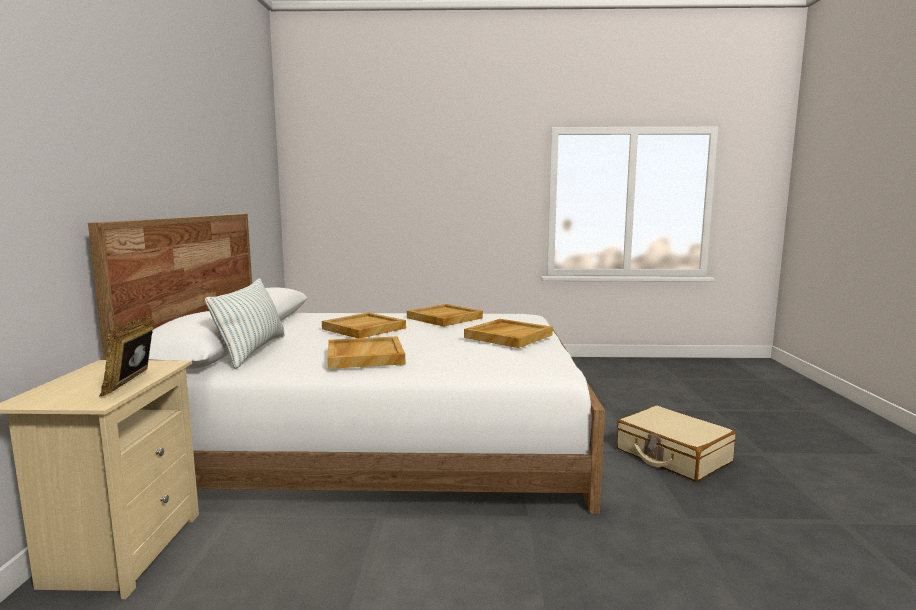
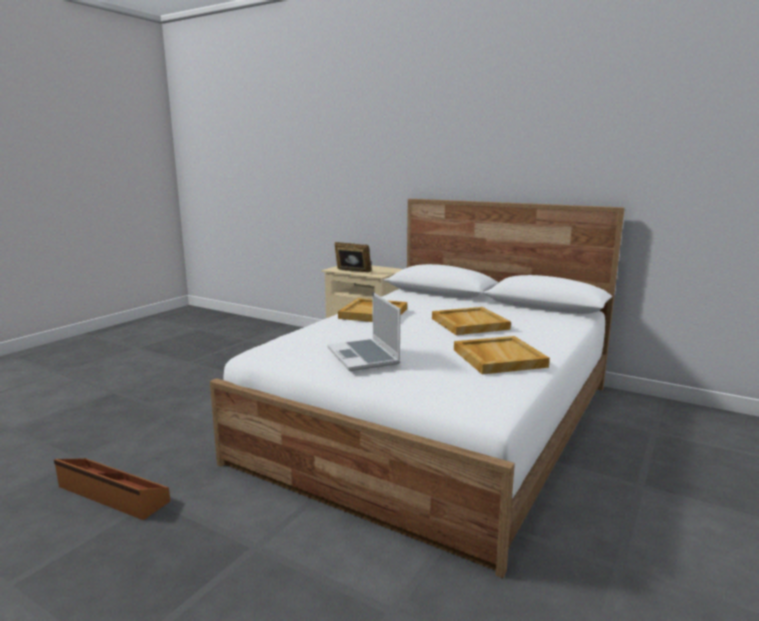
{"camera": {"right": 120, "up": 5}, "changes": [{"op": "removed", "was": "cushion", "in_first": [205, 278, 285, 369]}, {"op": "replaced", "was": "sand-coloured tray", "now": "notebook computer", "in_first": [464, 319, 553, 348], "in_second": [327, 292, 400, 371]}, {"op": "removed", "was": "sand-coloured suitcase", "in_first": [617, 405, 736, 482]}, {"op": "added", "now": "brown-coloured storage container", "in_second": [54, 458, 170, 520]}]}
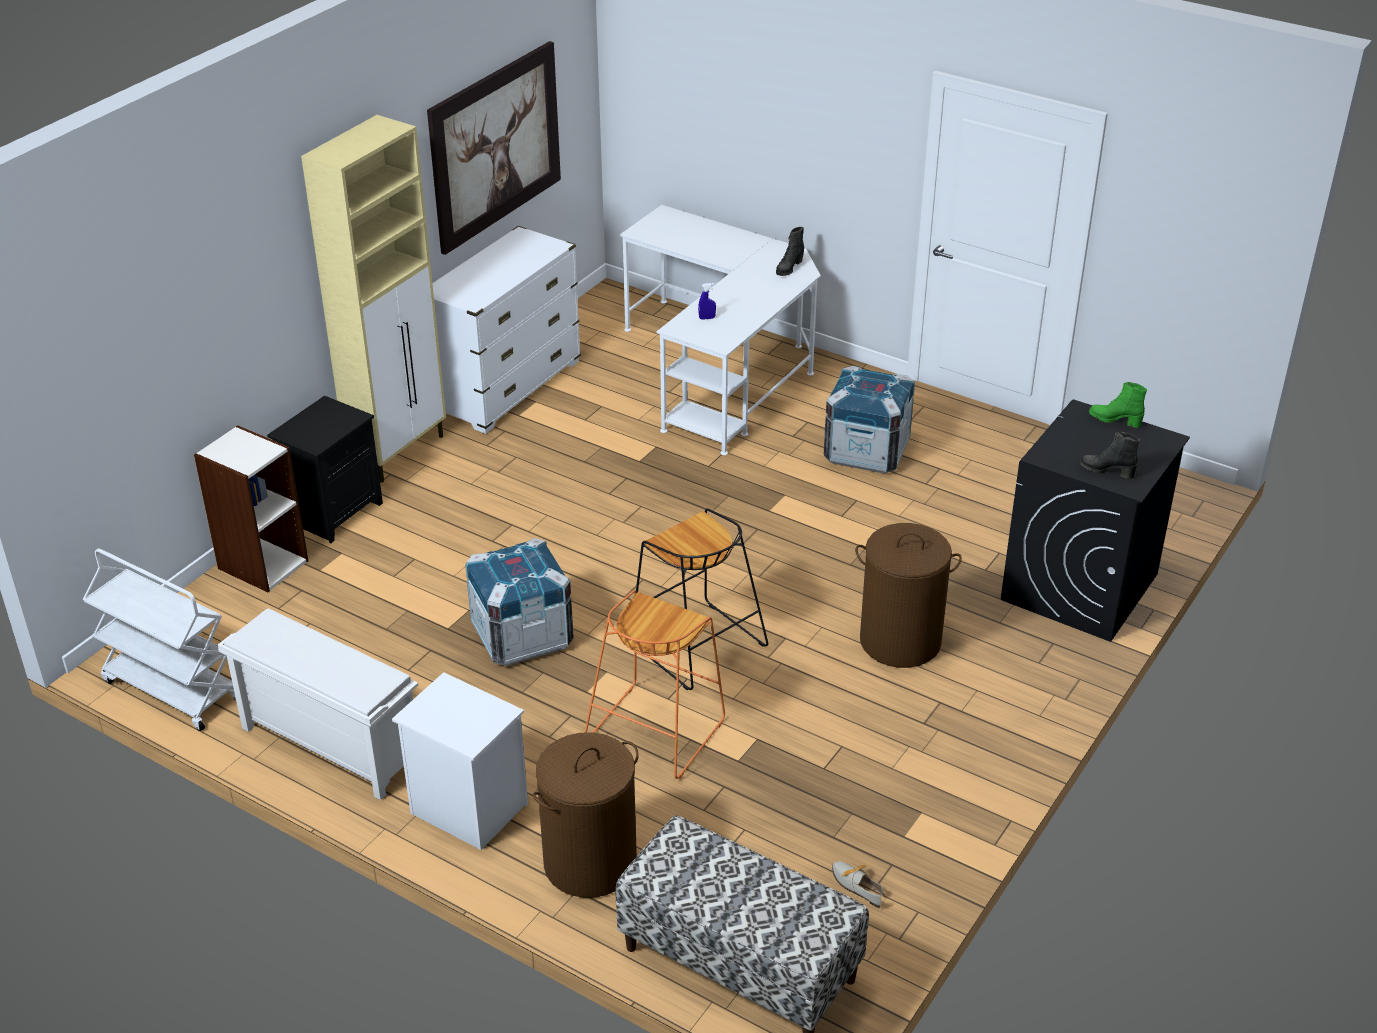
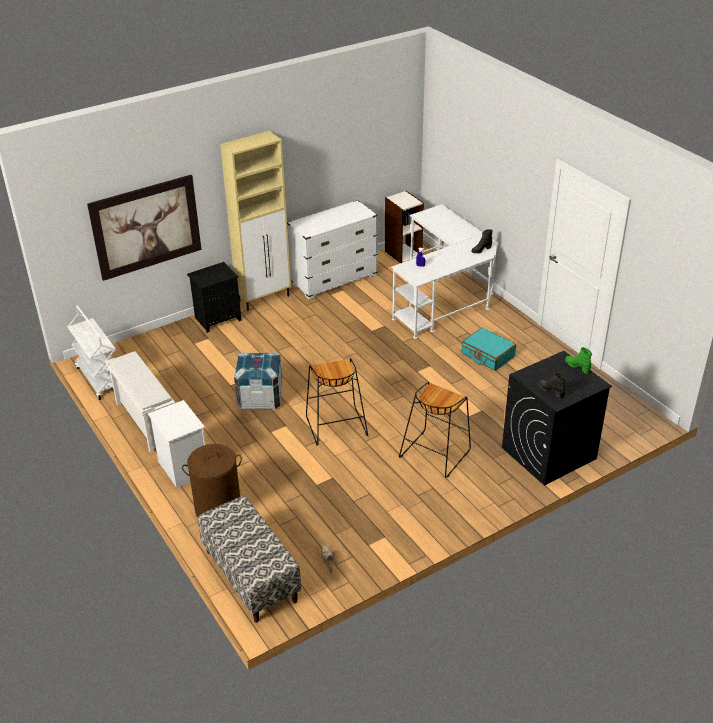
{"camera": {"right": 25, "up": 0}, "changes": [{"op": "moved", "was": "bookshelf", "in_first": [194, 425, 309, 592], "in_second": [385, 191, 424, 263]}, {"op": "moved", "was": "wall art", "in_first": [427, 41, 561, 255], "in_second": [87, 175, 202, 281]}, {"op": "removed", "was": "orangey stool seat", "in_first": [584, 590, 725, 779]}, {"op": "replaced", "was": "packing crate", "now": "turquoise suitcase", "in_first": [823, 366, 915, 474], "in_second": [462, 328, 516, 371]}, {"op": "replaced", "was": "brown-coloured washing basket", "now": "black-coloured stool seat", "in_first": [855, 523, 962, 668], "in_second": [399, 382, 471, 478]}]}
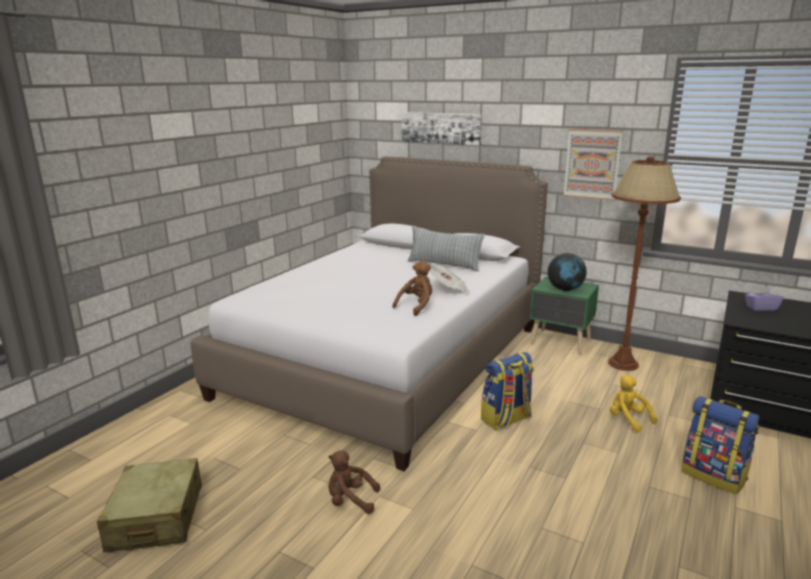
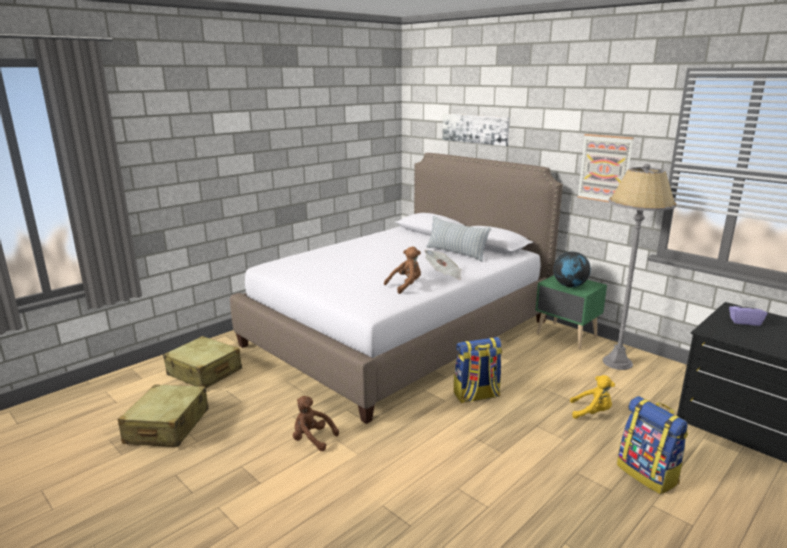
{"camera": {"right": 15, "up": 0}, "changes": [{"op": "recoloured", "was": "brown-coloured standing lamp", "now": "grey standing lamp", "in_first": [608, 156, 681, 371], "in_second": [603, 164, 676, 370]}, {"op": "turned", "was": "yellow soft toy", "in_first": [610, 375, 657, 432], "in_second": [570, 375, 615, 419], "clockwise": 120}, {"op": "added", "now": "sand-coloured suitcase", "in_second": [163, 336, 242, 388]}]}
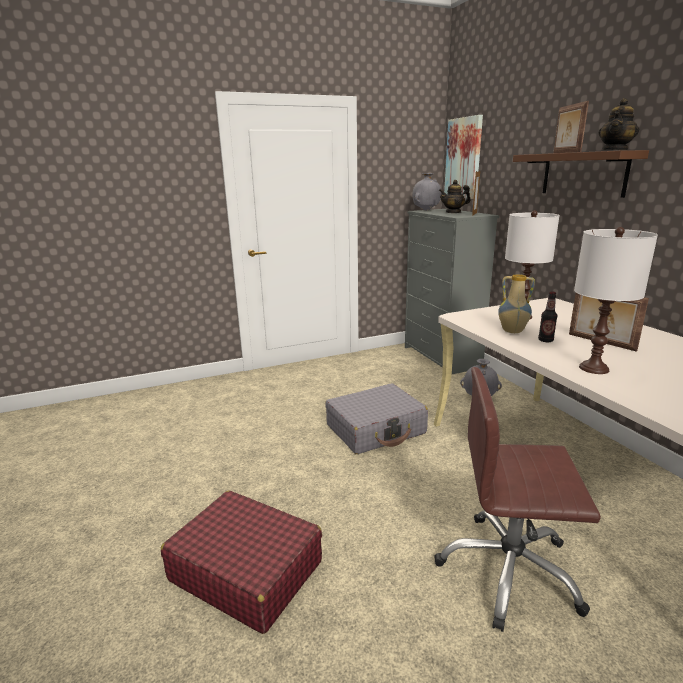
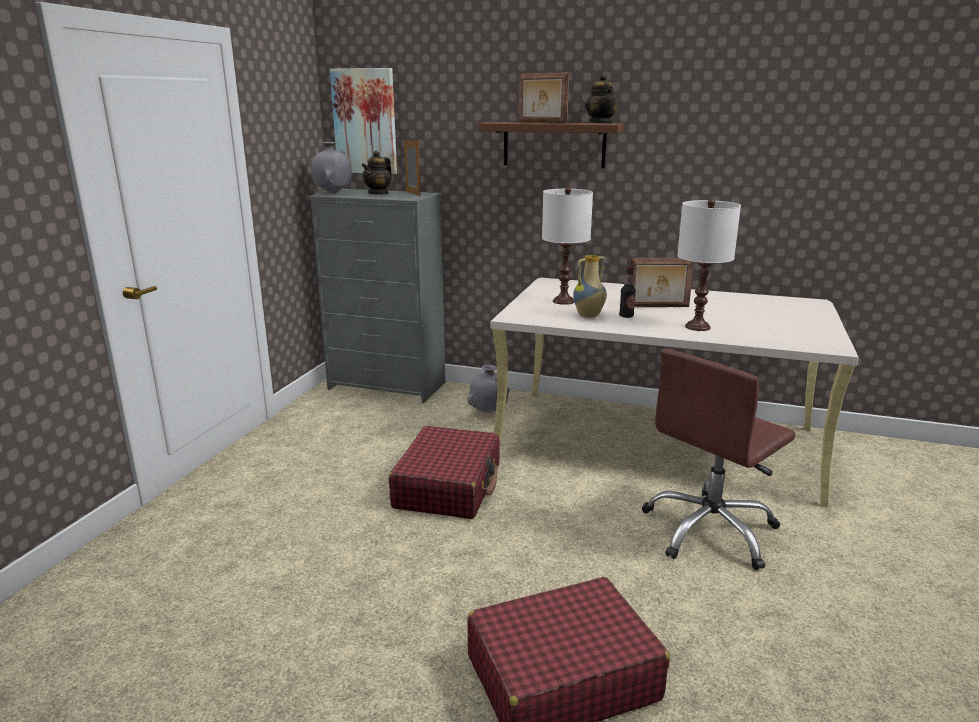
{"camera": {"right": -50, "up": 0}, "changes": [{"op": "recoloured", "was": "grey suitcase", "now": "red-coloured suitcase", "in_first": [325, 383, 428, 454], "in_second": [389, 426, 500, 519]}]}
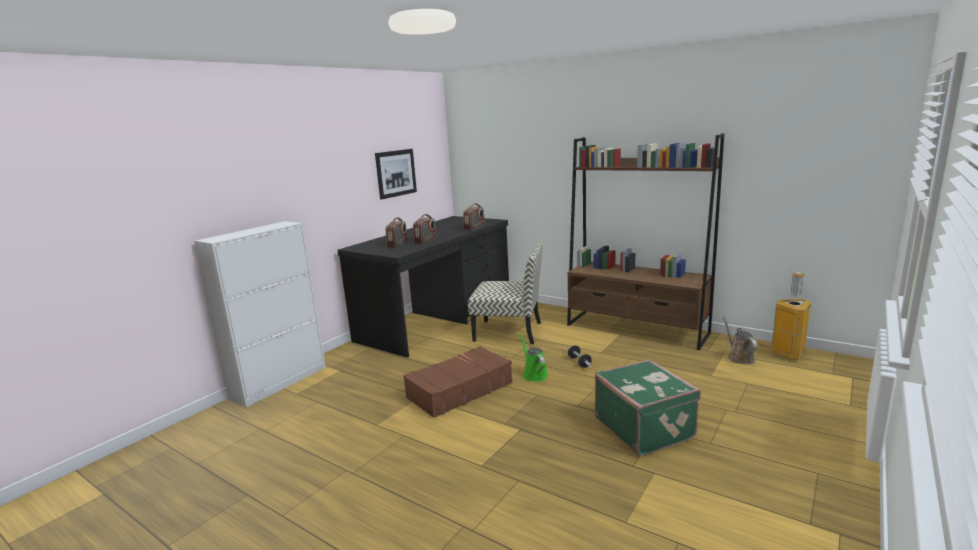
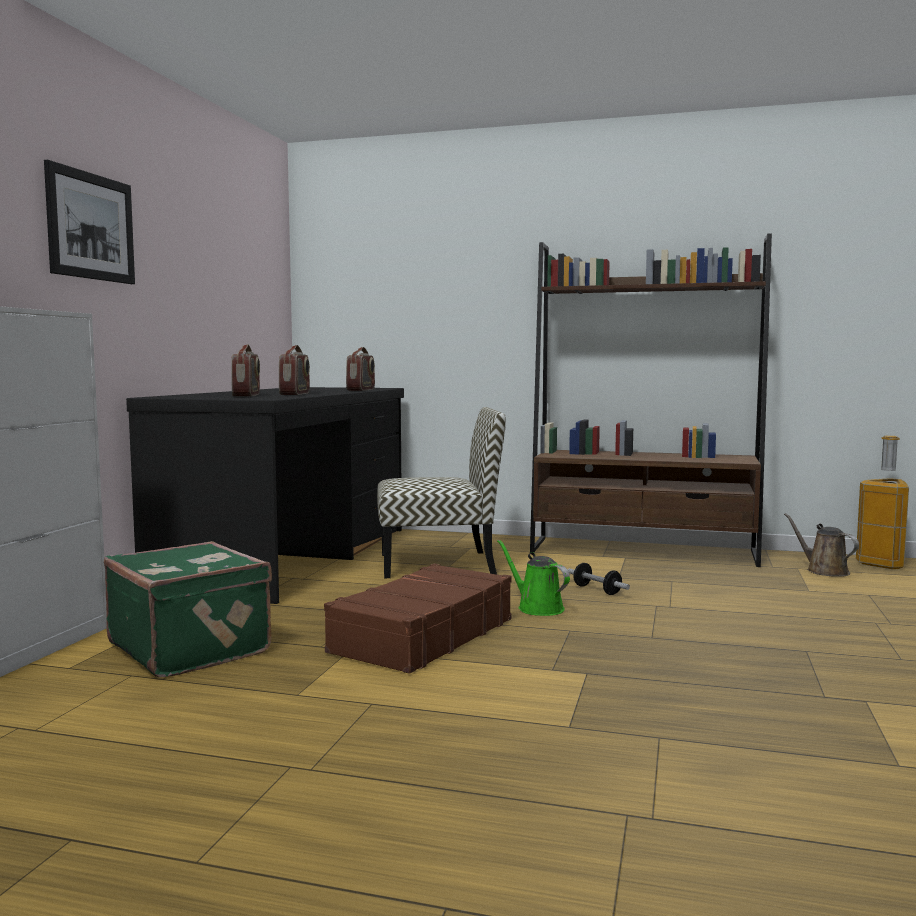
{"camera": {"right": -20, "up": -10}, "changes": [{"op": "moved", "was": "wall art", "in_first": [375, 149, 417, 200], "in_second": [44, 160, 135, 284]}, {"op": "moved", "was": "green suitcase", "in_first": [595, 359, 701, 456], "in_second": [104, 541, 272, 678]}]}
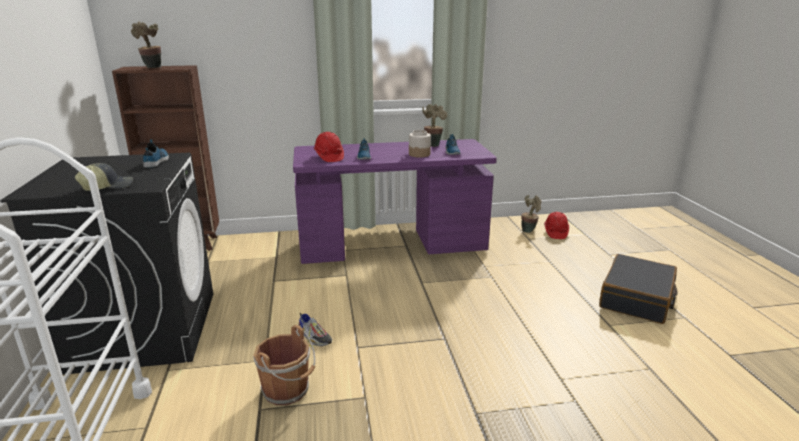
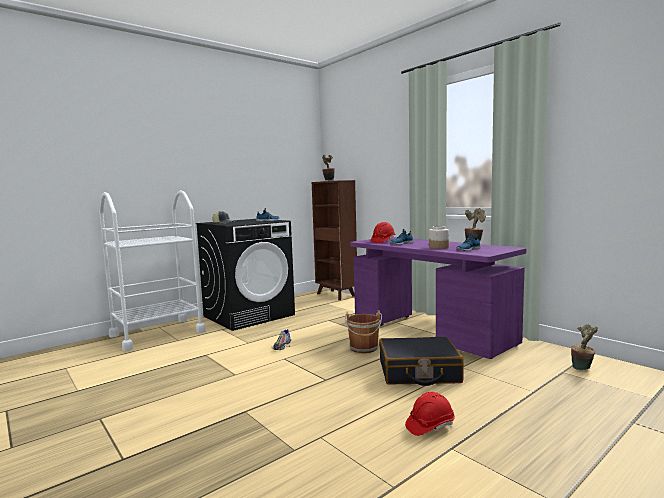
{"camera": {"right": 60, "up": -15}, "changes": [{"op": "moved", "was": "brown-coloured pail", "in_first": [253, 325, 315, 405], "in_second": [345, 310, 382, 353]}, {"op": "moved", "was": "red-coloured safety helmet", "in_first": [544, 212, 569, 239], "in_second": [405, 392, 455, 436]}, {"op": "moved", "was": "black-coloured suitcase", "in_first": [599, 254, 677, 324], "in_second": [379, 337, 464, 386]}]}
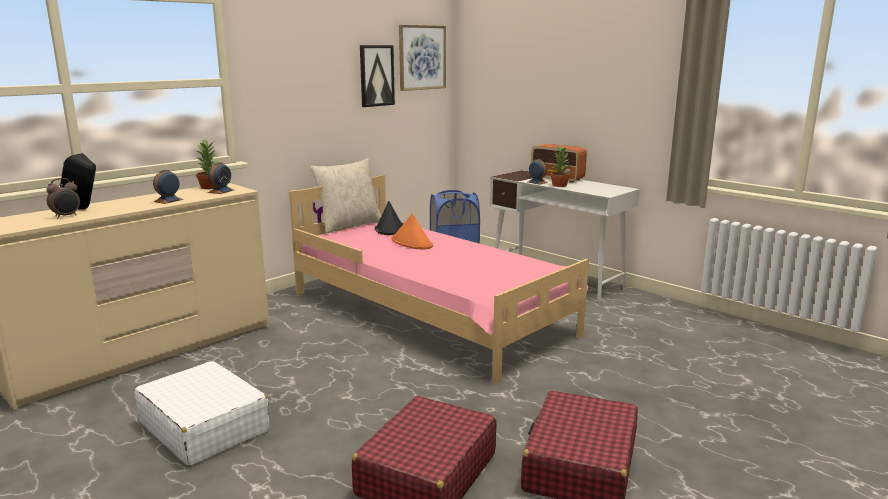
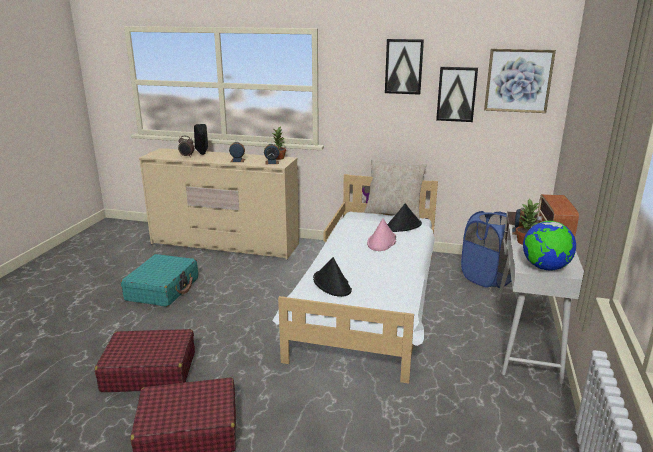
{"camera": {"right": 60, "up": 5}, "changes": [{"op": "recoloured", "was": "whitish suitcase", "now": "turquoise suitcase", "in_first": [134, 361, 269, 466], "in_second": [121, 254, 198, 307]}, {"op": "recoloured", "was": "pink bedroom bed", "now": "whitish bedroom bed", "in_first": [289, 175, 589, 383], "in_second": [273, 174, 438, 384]}, {"op": "recoloured", "was": "orangey wearable hat", "now": "pink wearable hat", "in_first": [391, 213, 433, 249], "in_second": [367, 218, 396, 251]}, {"op": "added", "now": "black-coloured wearable hat", "in_second": [313, 257, 352, 297]}, {"op": "added", "now": "wall art", "in_second": [385, 39, 424, 95]}, {"op": "added", "now": "desk globe", "in_second": [523, 221, 576, 270]}]}
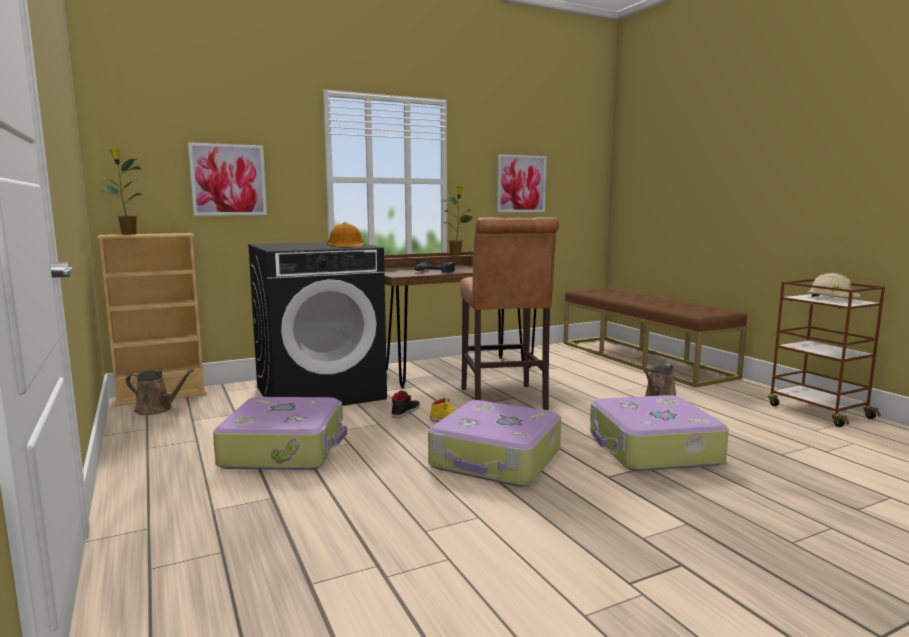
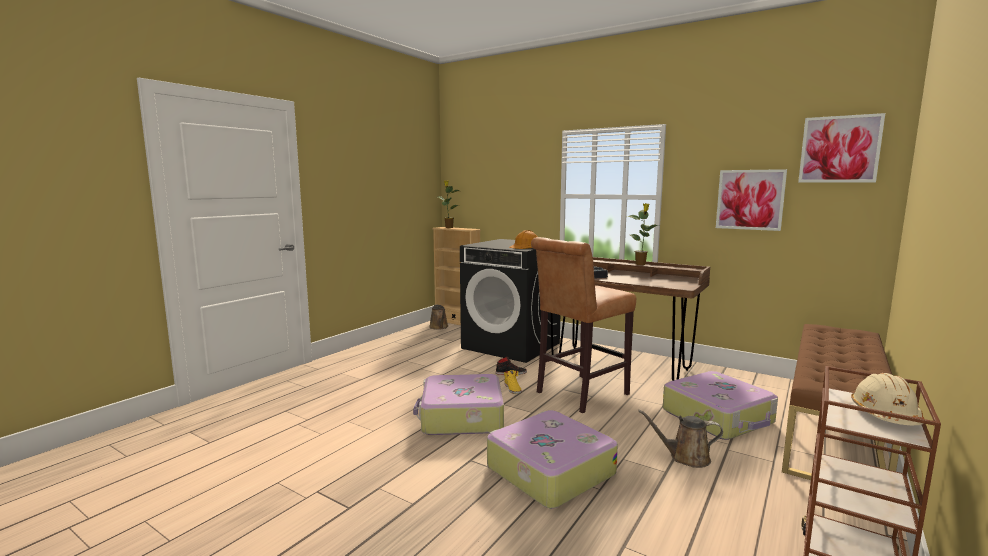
{"camera": {"right": 60, "up": 0}, "changes": [{"op": "moved", "was": "wall art", "in_first": [188, 142, 267, 216], "in_second": [798, 113, 885, 183]}, {"op": "moved", "was": "suitcase", "in_first": [213, 397, 347, 470], "in_second": [663, 371, 778, 440]}]}
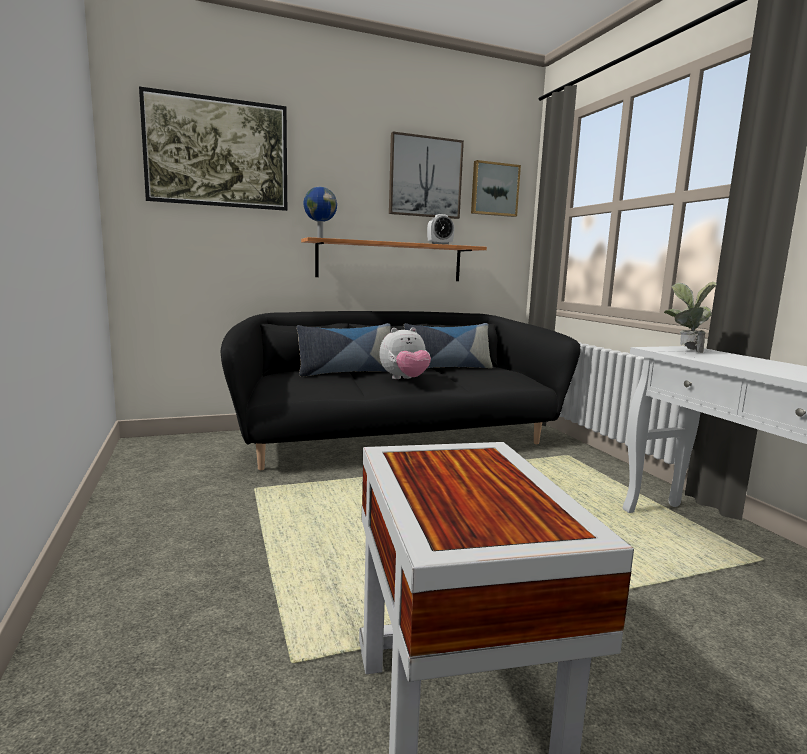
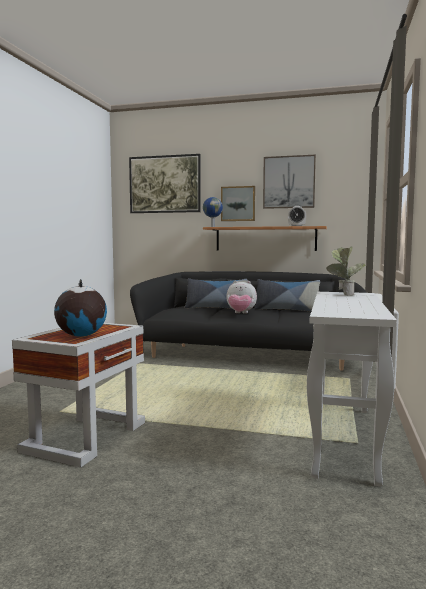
{"camera": {"right": 35, "up": -5}, "changes": [{"op": "moved", "was": "wall art", "in_first": [471, 160, 521, 217], "in_second": [221, 186, 255, 221]}, {"op": "added", "now": "desk globe", "in_second": [54, 279, 107, 337]}]}
